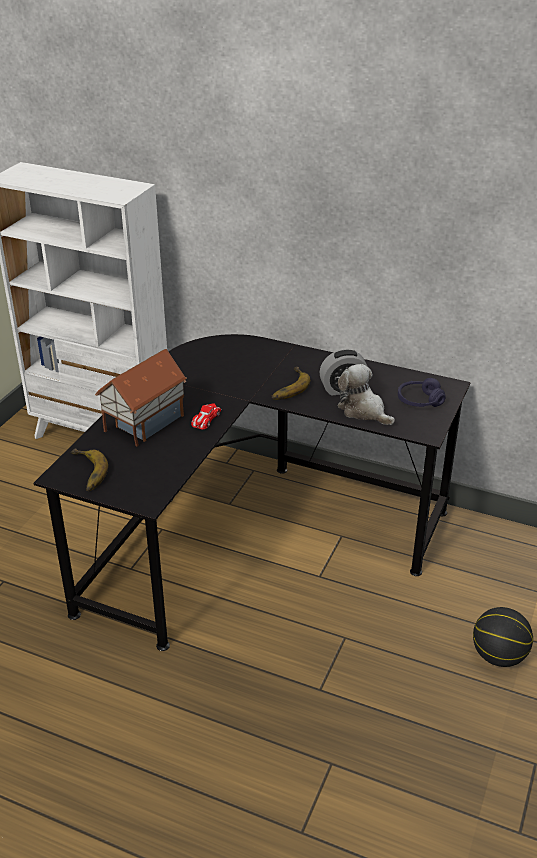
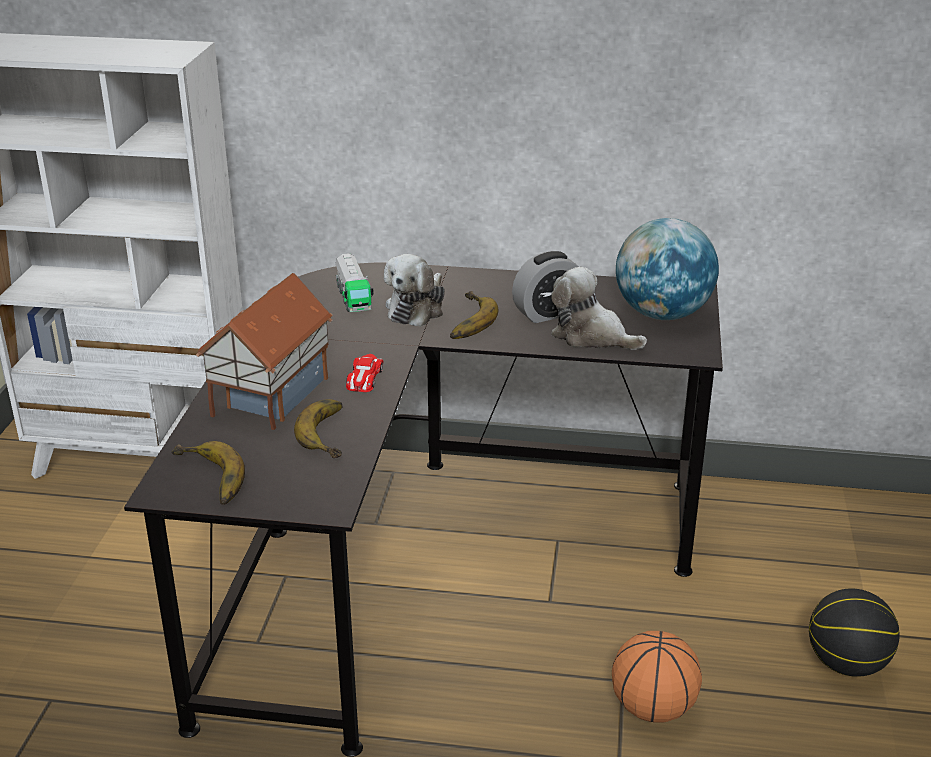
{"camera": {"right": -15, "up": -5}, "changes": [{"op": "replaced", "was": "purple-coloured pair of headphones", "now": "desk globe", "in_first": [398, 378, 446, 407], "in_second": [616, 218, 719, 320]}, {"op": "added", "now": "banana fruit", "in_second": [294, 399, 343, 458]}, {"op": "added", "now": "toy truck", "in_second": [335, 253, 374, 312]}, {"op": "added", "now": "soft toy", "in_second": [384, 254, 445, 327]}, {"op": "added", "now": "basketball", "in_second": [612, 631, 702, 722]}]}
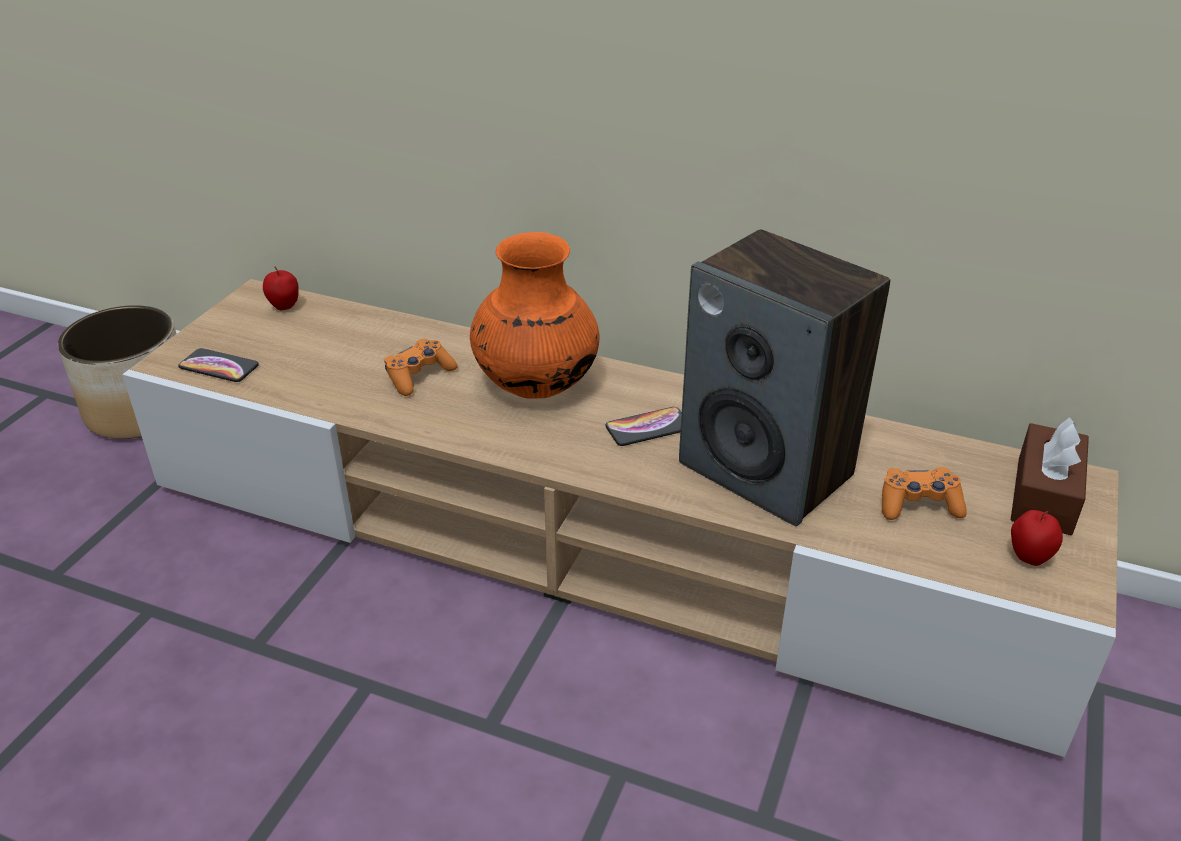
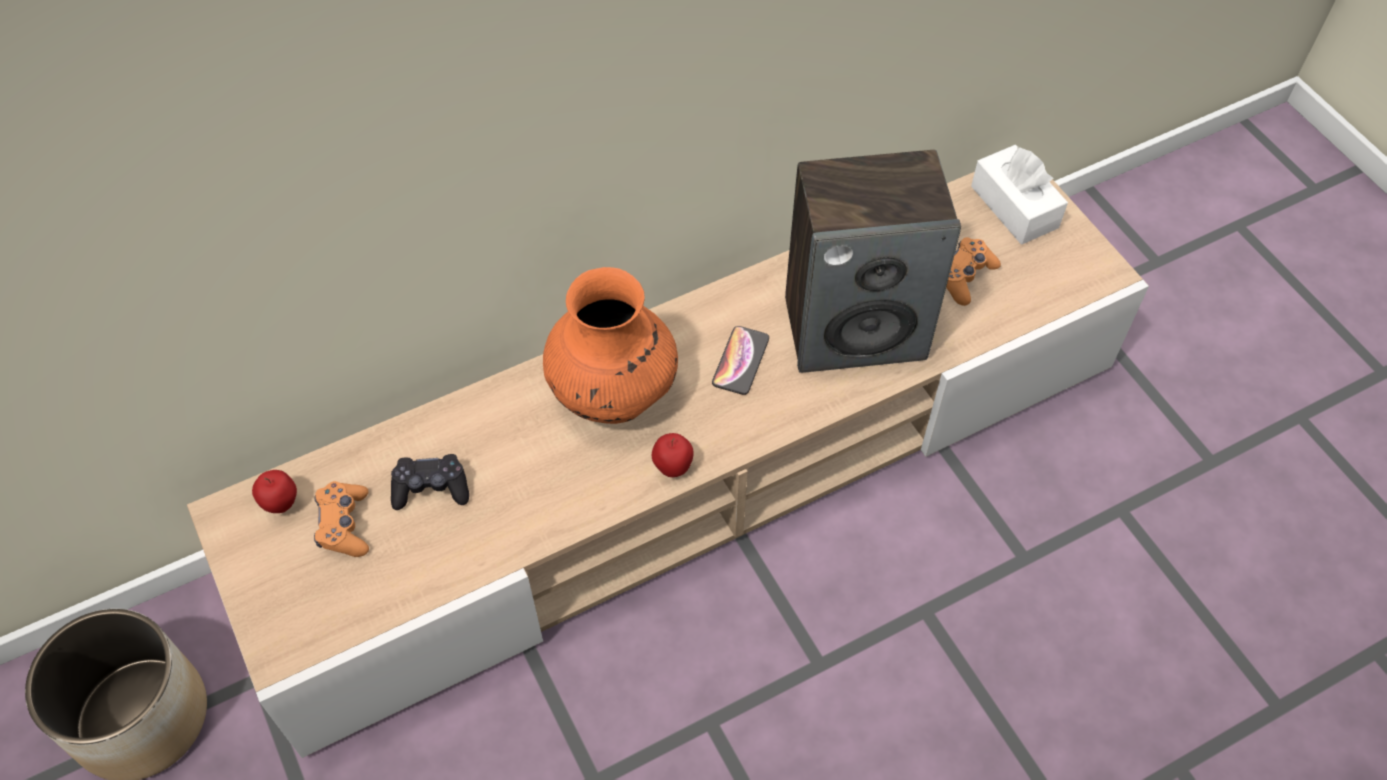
{"camera": {"right": -50, "up": 20}, "changes": [{"op": "removed", "was": "handset", "in_first": [178, 348, 259, 382]}, {"op": "moved", "was": "orangey gamepad", "in_first": [384, 338, 458, 396], "in_second": [314, 481, 369, 557]}, {"op": "recoloured", "was": "brown-coloured tissue holder", "now": "whitish tissue holder", "in_first": [1011, 418, 1089, 535], "in_second": [971, 145, 1068, 244]}, {"op": "moved", "was": "apple fruit", "in_first": [1011, 510, 1063, 566], "in_second": [652, 433, 694, 477]}, {"op": "added", "now": "black-coloured gamepad", "in_second": [391, 454, 469, 510]}]}
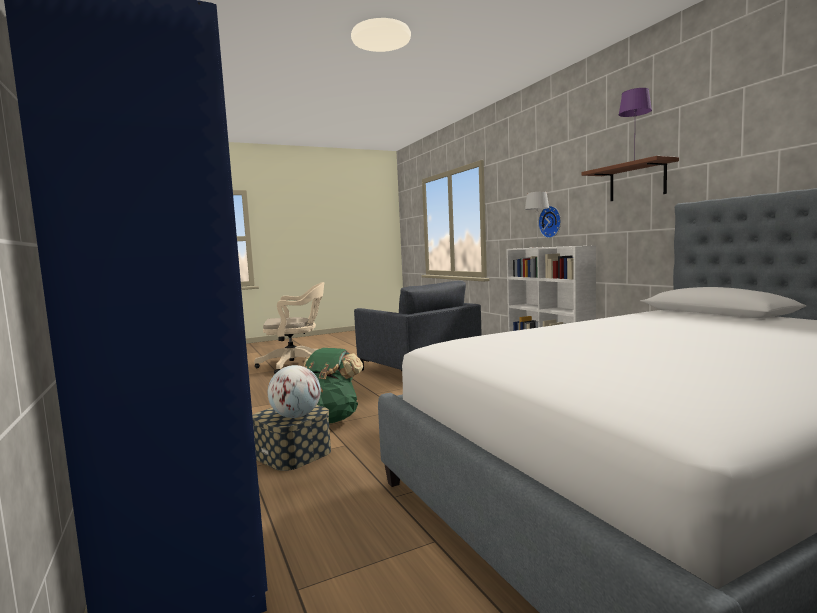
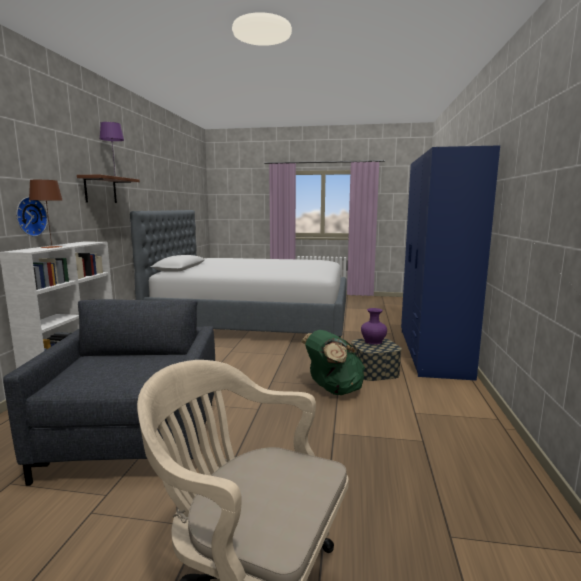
{"camera": {"right": -145, "up": 5}, "changes": [{"op": "replaced", "was": "desk globe", "now": "purple-coloured decorative vase", "in_first": [268, 365, 321, 418], "in_second": [361, 308, 387, 345]}, {"op": "recoloured", "was": "grey table lamp", "now": "brown-coloured table lamp", "in_first": [525, 192, 549, 248], "in_second": [29, 180, 63, 248]}]}
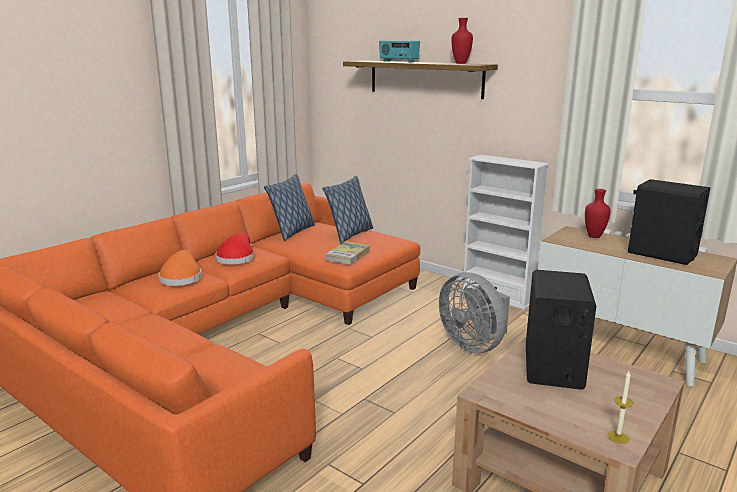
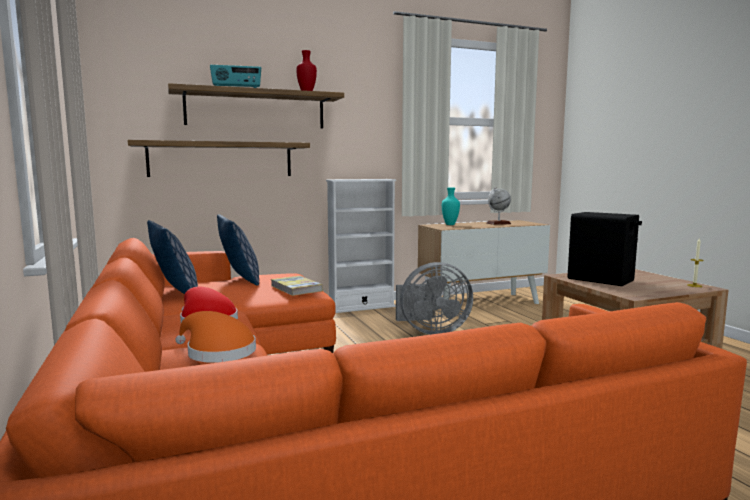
{"camera": {"right": -60, "up": -10}, "changes": [{"op": "recoloured", "was": "red-coloured decorative vase", "now": "turquoise decorative vase", "in_first": [585, 189, 611, 238], "in_second": [442, 188, 460, 225]}, {"op": "replaced", "was": "black-coloured speaker", "now": "desk globe", "in_first": [628, 179, 710, 265], "in_second": [486, 187, 511, 225]}, {"op": "added", "now": "bracket shelf", "in_second": [128, 140, 310, 177]}]}
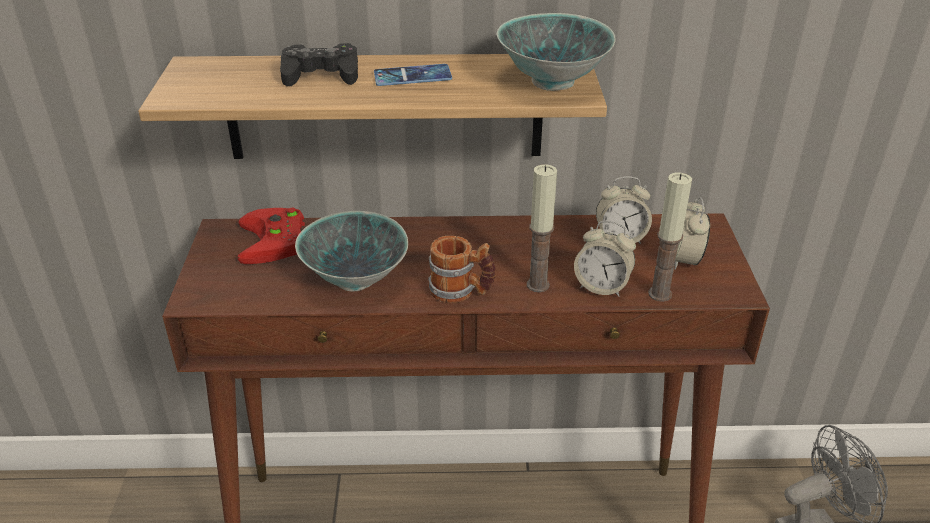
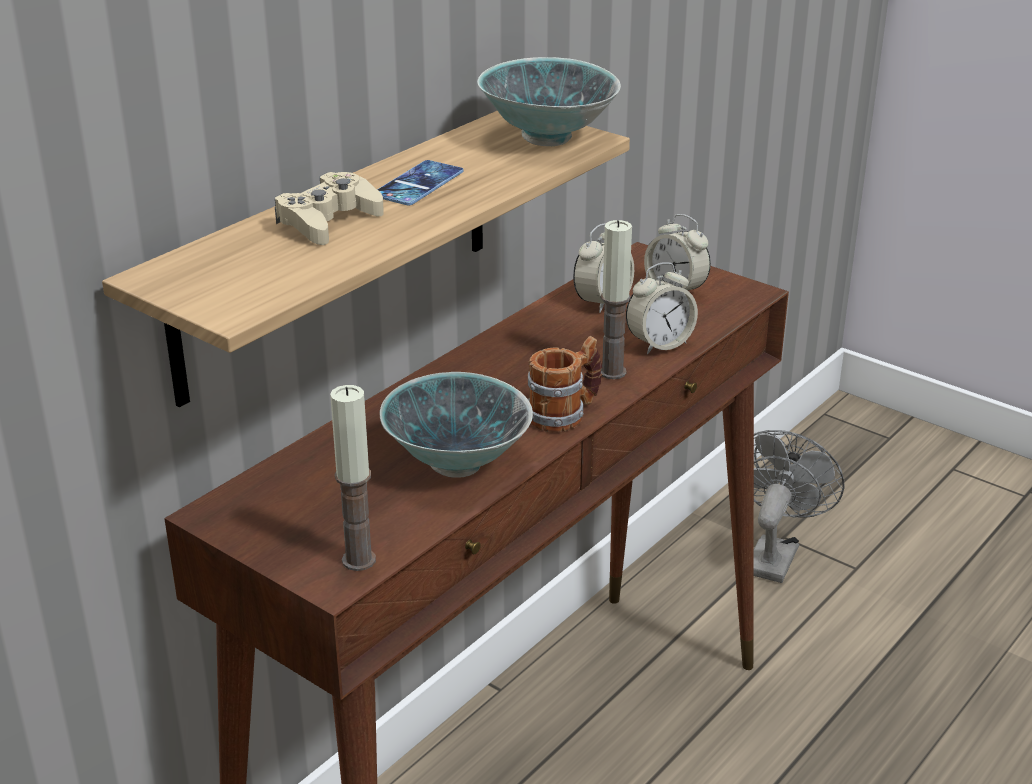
{"camera": {"right": -50, "up": -5}, "changes": [{"op": "removed", "was": "red-coloured gamepad", "in_first": [238, 207, 305, 264]}, {"op": "recoloured", "was": "black-coloured gamepad", "now": "sand-coloured gamepad", "in_first": [280, 43, 358, 86], "in_second": [275, 172, 384, 245]}, {"op": "moved", "was": "wax candle", "in_first": [648, 172, 692, 302], "in_second": [330, 385, 376, 571]}]}
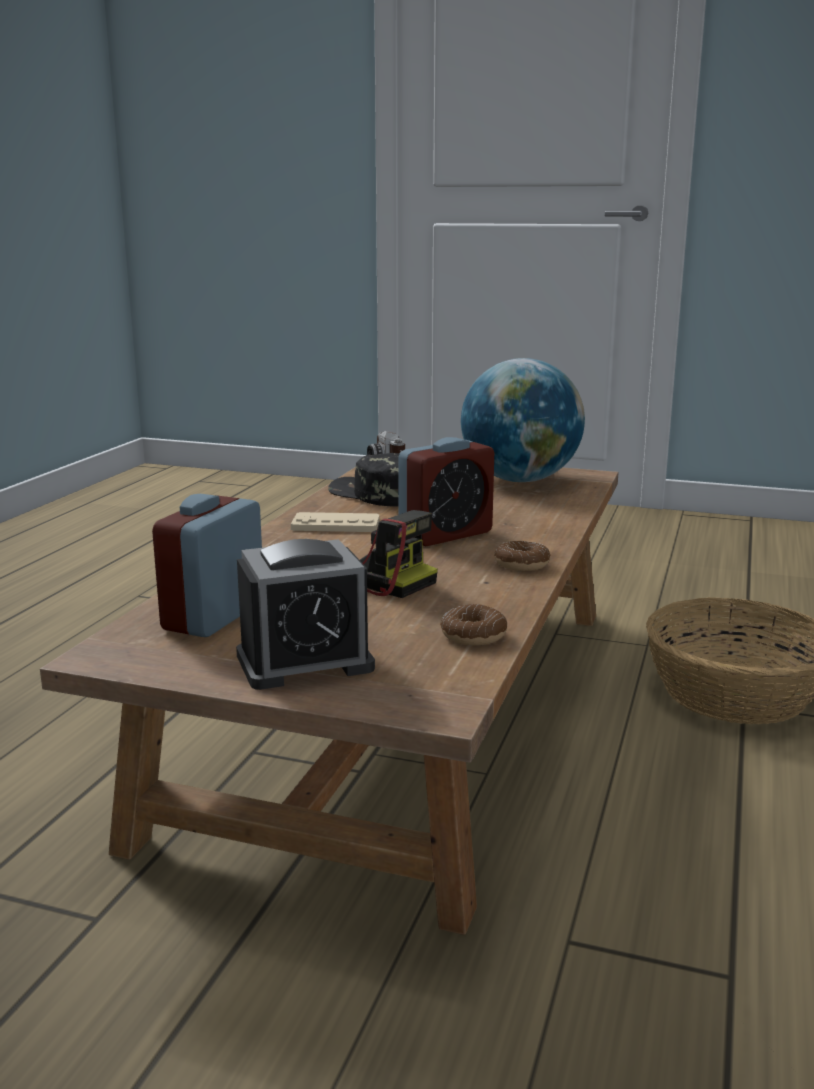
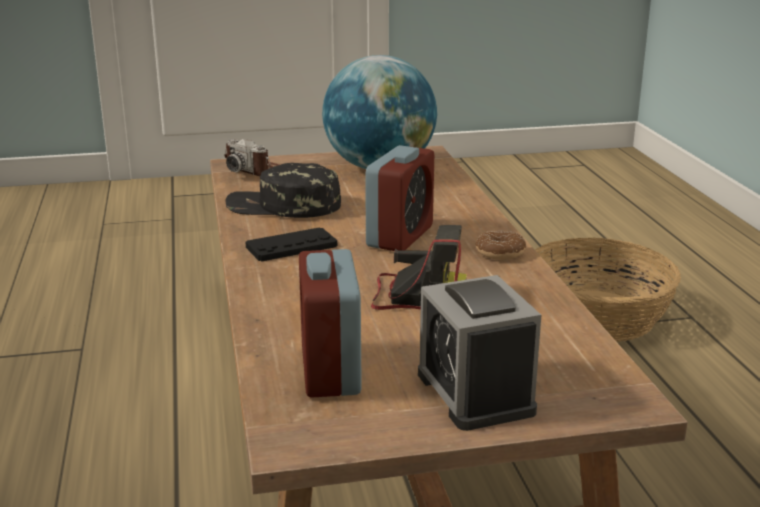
{"camera": {"right": -30, "up": 5}, "changes": [{"op": "turned", "was": "table clock", "in_first": [236, 539, 375, 690], "in_second": [418, 275, 541, 431], "clockwise": 120}, {"op": "recoloured", "was": "sand-coloured gamepad", "now": "black-coloured gamepad", "in_first": [291, 512, 380, 532], "in_second": [246, 227, 337, 262]}, {"op": "removed", "was": "ring doughnut", "in_first": [440, 604, 507, 646]}]}
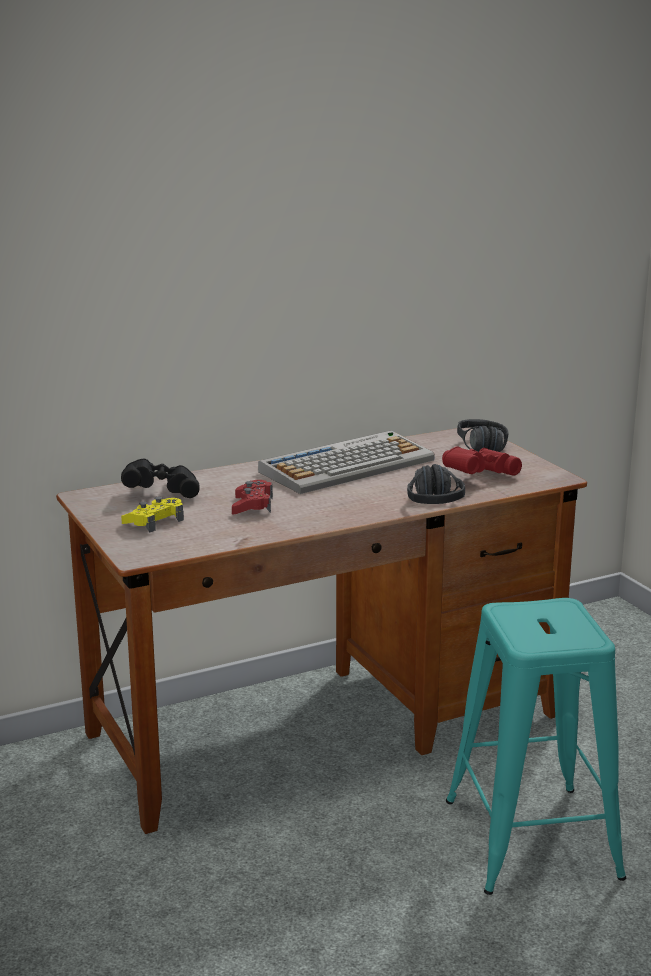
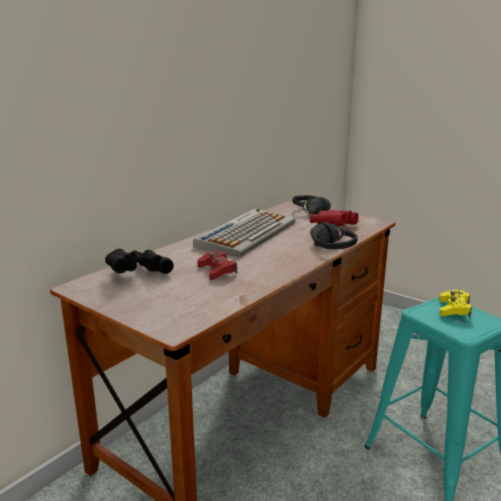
{"camera": {"right": -25, "up": 0}, "changes": [{"op": "moved", "was": "yellow gamepad", "in_first": [121, 496, 184, 532], "in_second": [439, 290, 472, 318]}]}
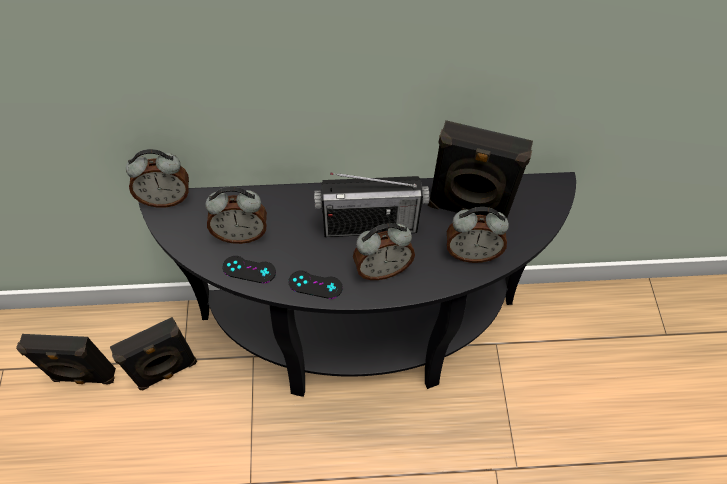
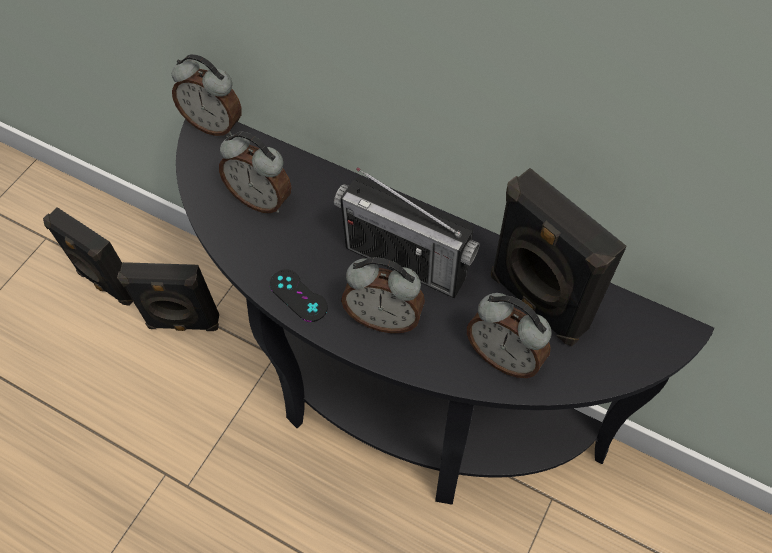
{"camera": {"right": 35, "up": 0}, "changes": [{"op": "removed", "was": "black-coloured gamepad", "in_first": [222, 256, 276, 283]}]}
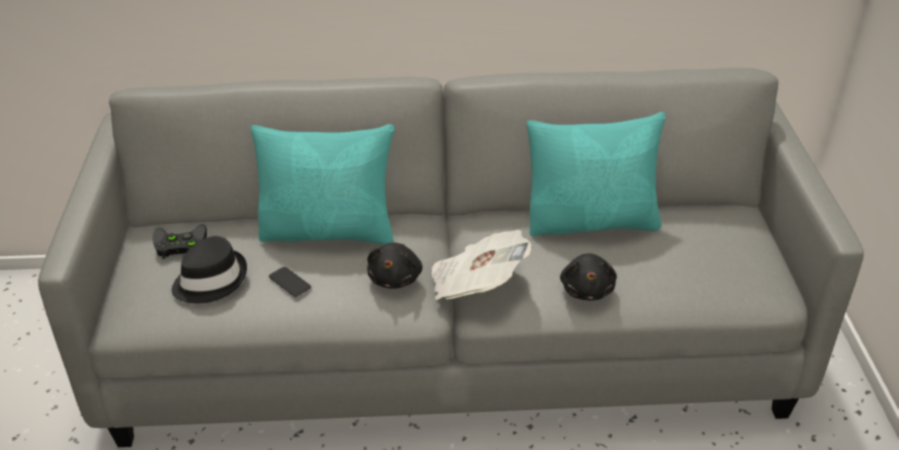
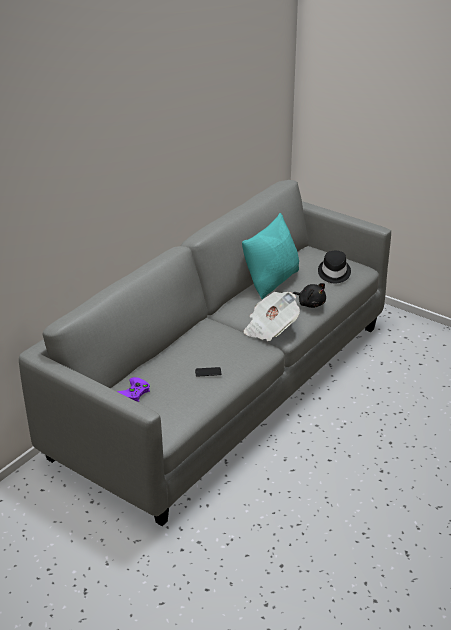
{"camera": {"right": -50, "up": -5}, "changes": [{"op": "recoloured", "was": "black-coloured gamepad", "now": "purple-coloured gamepad", "in_first": [153, 224, 207, 259], "in_second": [116, 377, 150, 402]}, {"op": "moved", "was": "black-coloured wearable hat", "in_first": [172, 236, 247, 303], "in_second": [318, 251, 351, 283]}, {"op": "removed", "was": "turquoise cushion", "in_first": [250, 124, 394, 245]}, {"op": "removed", "was": "black-coloured soft toy", "in_first": [367, 242, 423, 289]}]}
